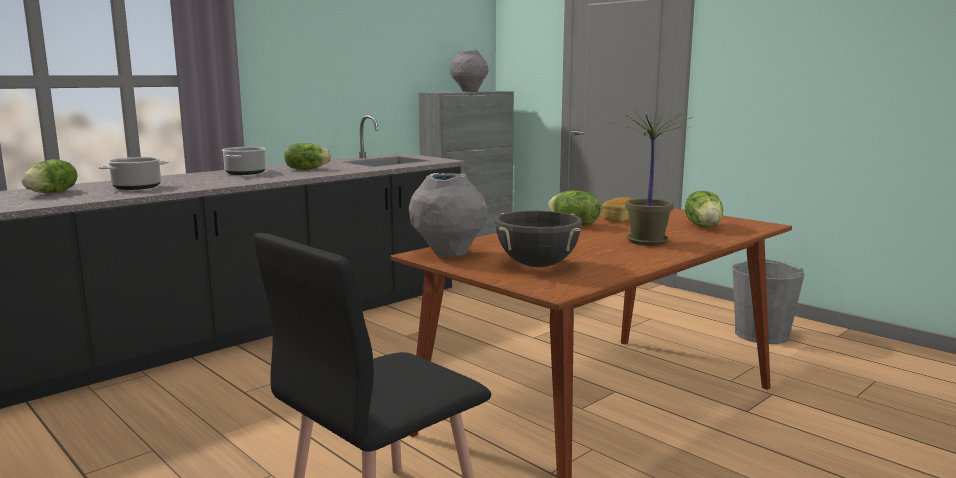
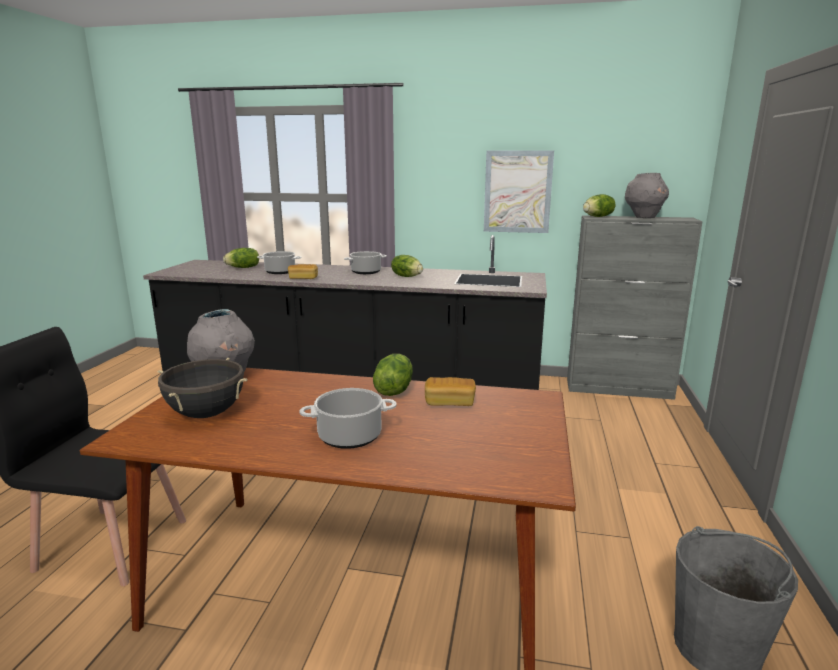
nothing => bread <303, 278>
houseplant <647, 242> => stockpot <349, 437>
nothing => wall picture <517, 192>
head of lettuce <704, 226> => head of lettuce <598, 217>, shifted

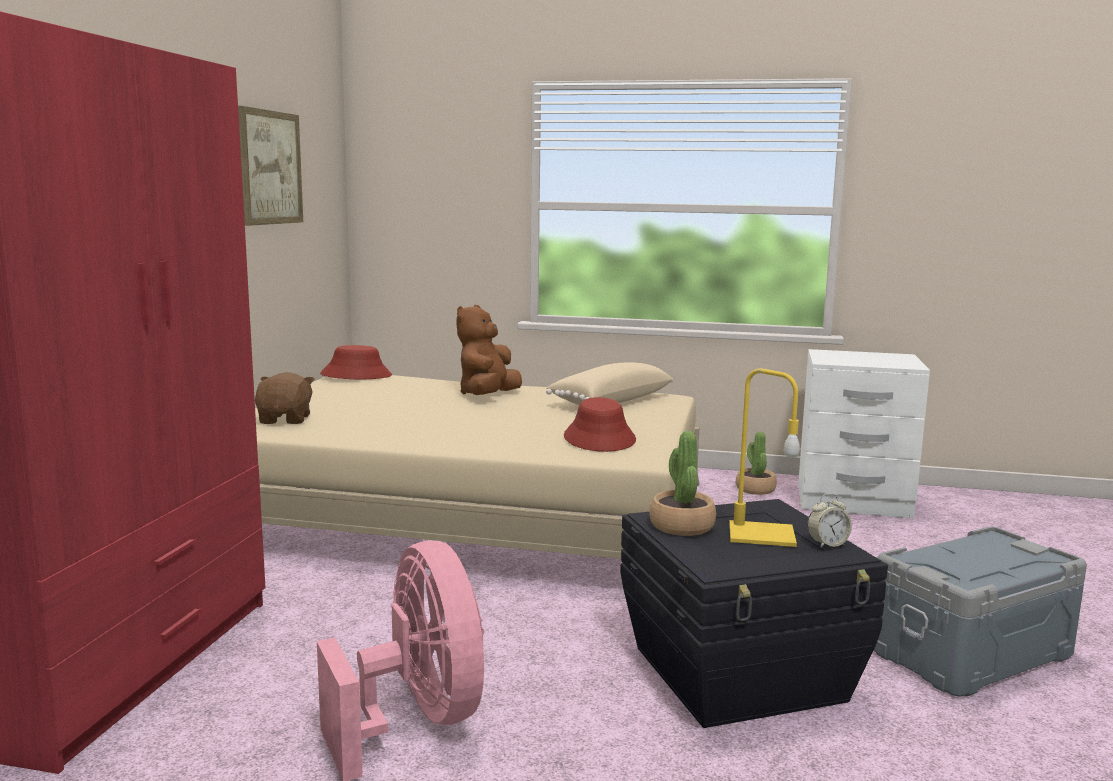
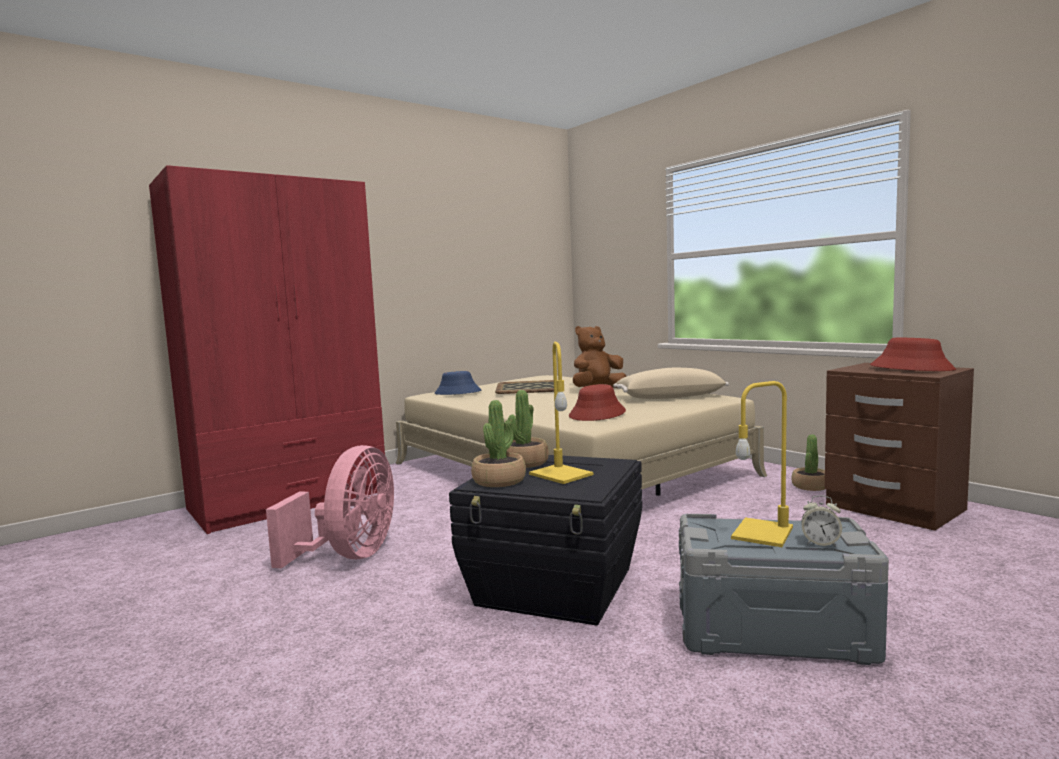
brown cuddly toy <285, 419> => blue-coloured hat <457, 393>
nothing => houseplant <499, 481>
nothing => carrying tray <528, 388>
nothing => yellow-coloured lamp for a table <762, 532>
alarm clock <827, 544> => alarm clock <820, 543>, shifted
white-coloured bedside table <853, 501> => brown bedside table <893, 508>
red-coloured hat <356, 375> => red-coloured hat <911, 368>, shifted
wall picture <271, 168> => nothing

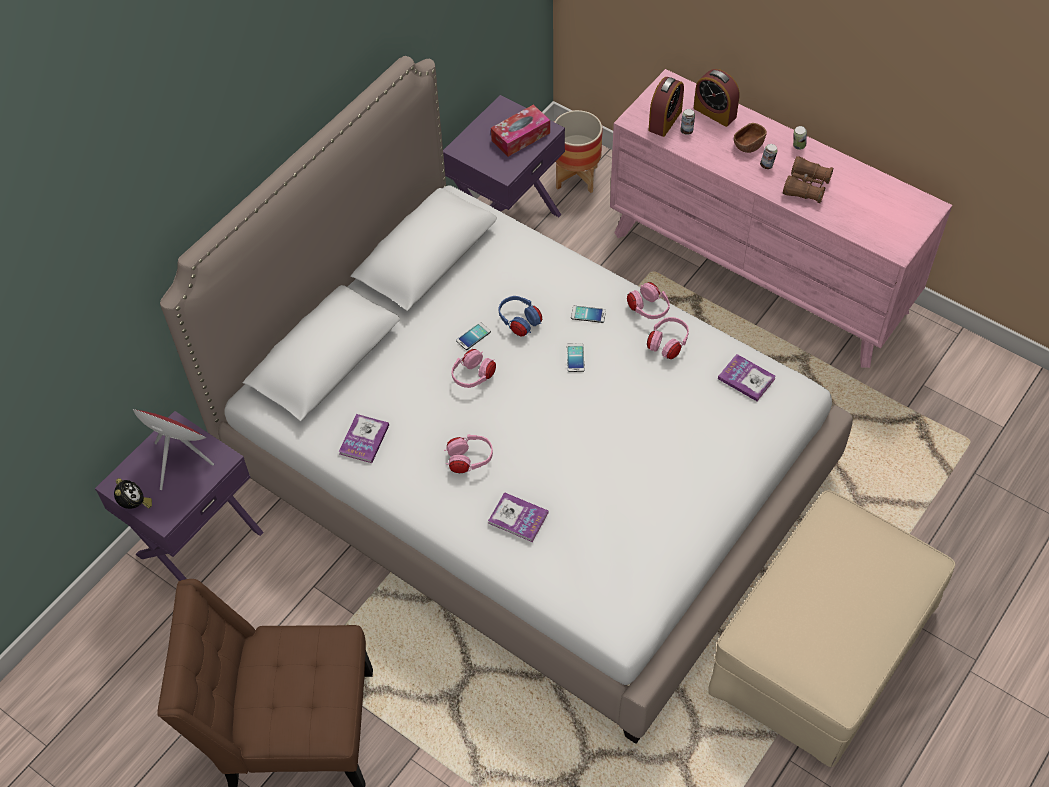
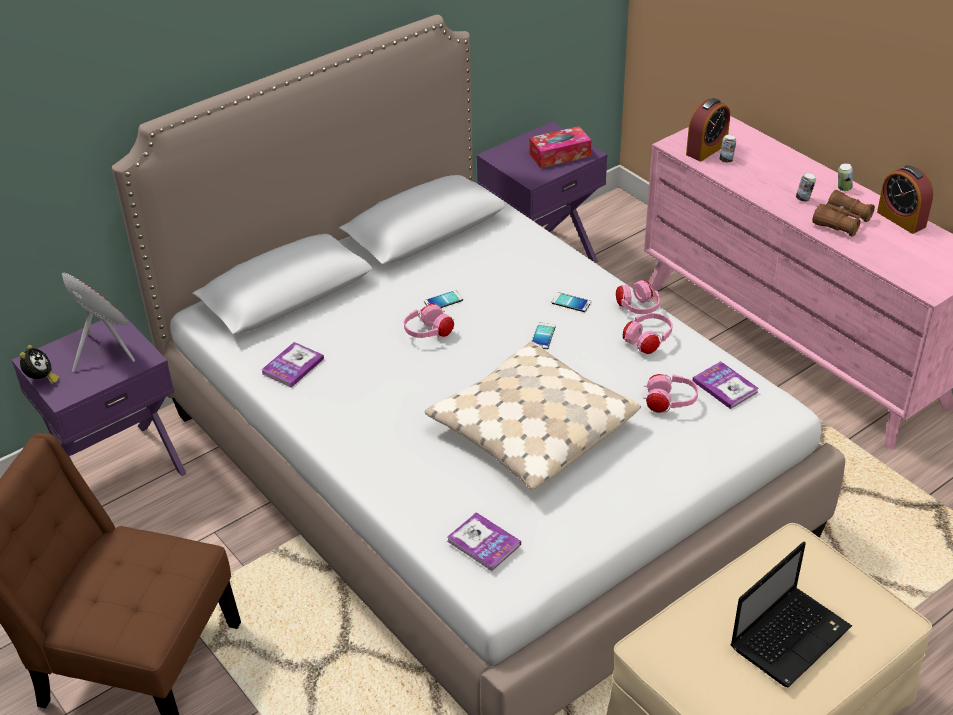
nothing => beige-coloured pillow <531, 429>
bound book <518, 518> => bound book <483, 543>, shifted
pink-coloured pair of headphones <469, 460> => pink-coloured pair of headphones <669, 403>, shifted
nothing => portable computer <791, 636>
alarm clock <714, 112> => alarm clock <901, 219>, shifted
blue-coloured pair of headphones <519, 322> => nothing
planter <576, 177> => nothing
brown serving bowl <748, 145> => nothing

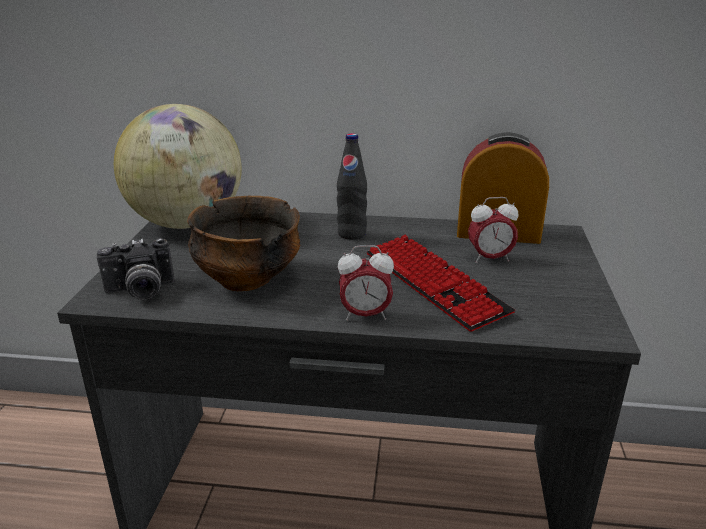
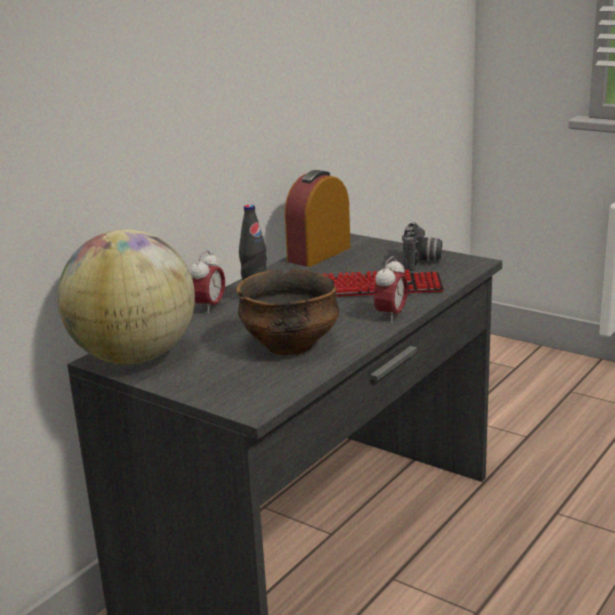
alarm clock <490, 259> => alarm clock <209, 307>, shifted
still camera <140, 291> => still camera <422, 262>, shifted

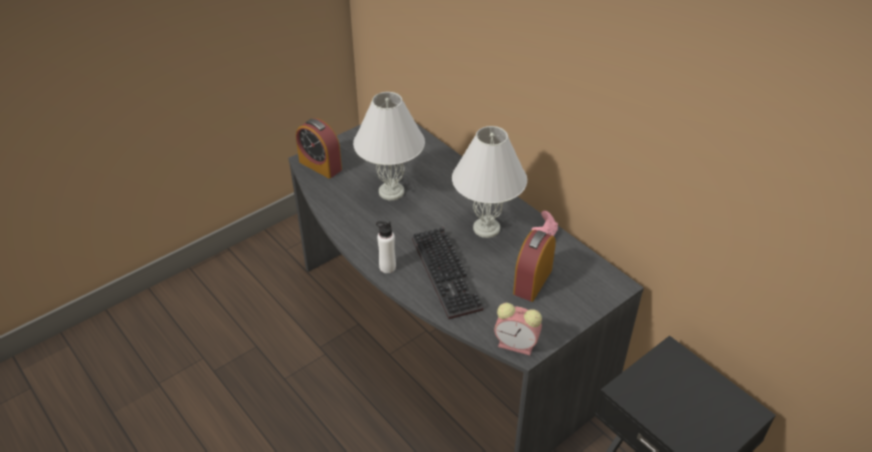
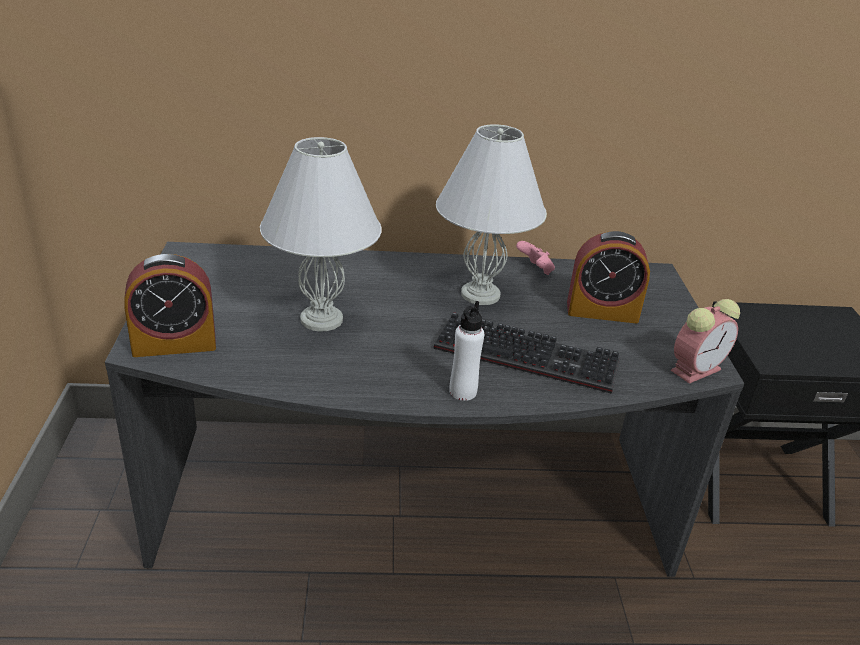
alarm clock <532, 281> => alarm clock <602, 311>, 60 degrees counterclockwise

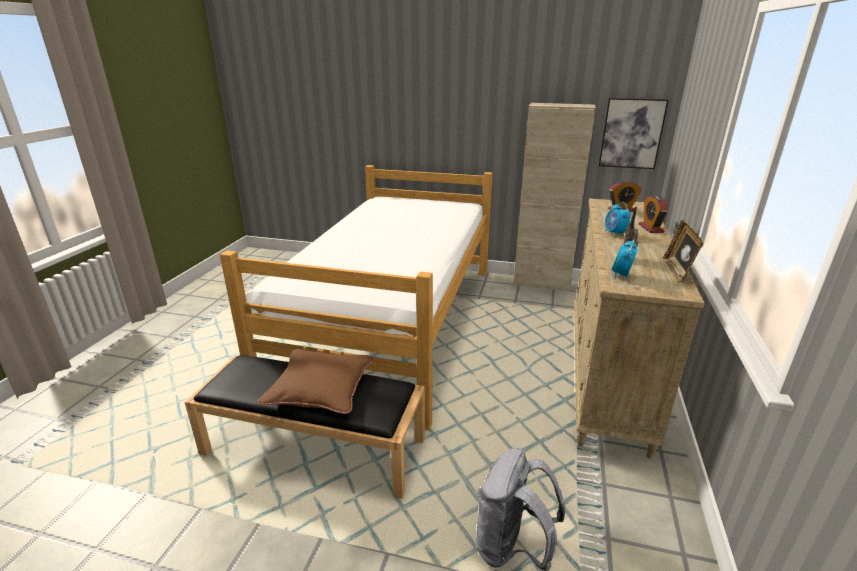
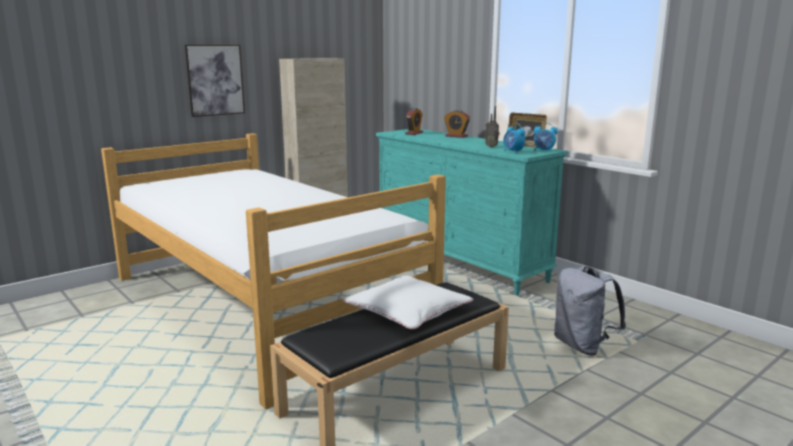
wall picture <631, 133> => wall picture <215, 80>, shifted
brown pillow <320, 387> => white-coloured pillow <408, 310>
beige-coloured drawer chest <606, 373> => turquoise drawer chest <459, 262>
alarm clock <614, 233> => alarm clock <544, 151>, shifted

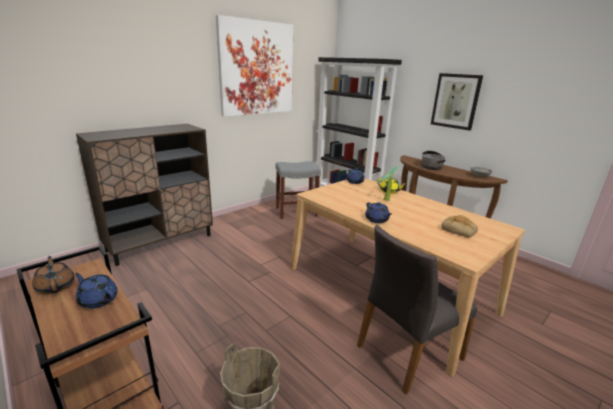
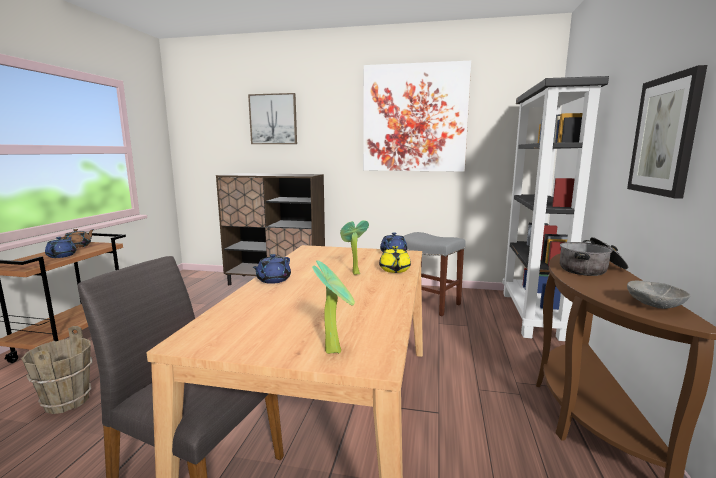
nothing => wall picture <273, 119>
nothing => houseplant <335, 350>
bread <459, 230> => nothing

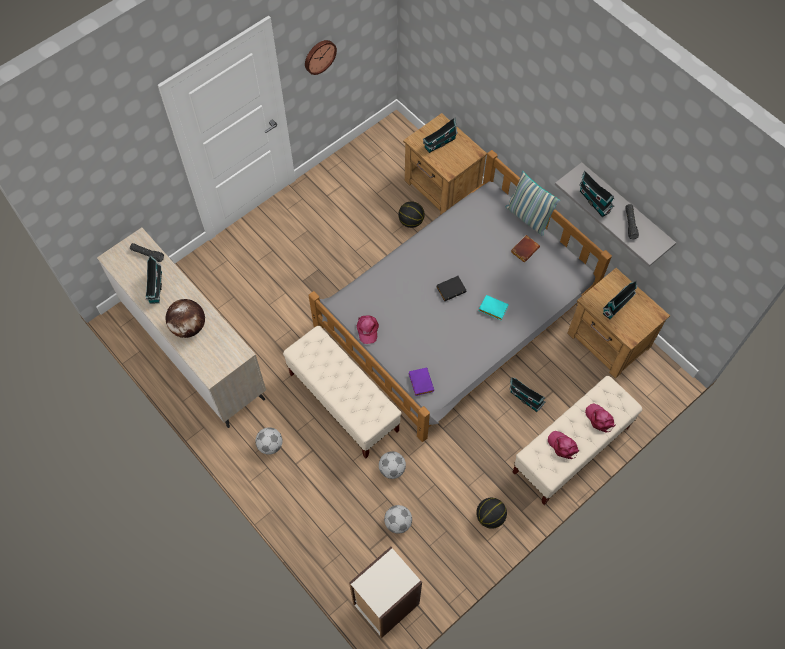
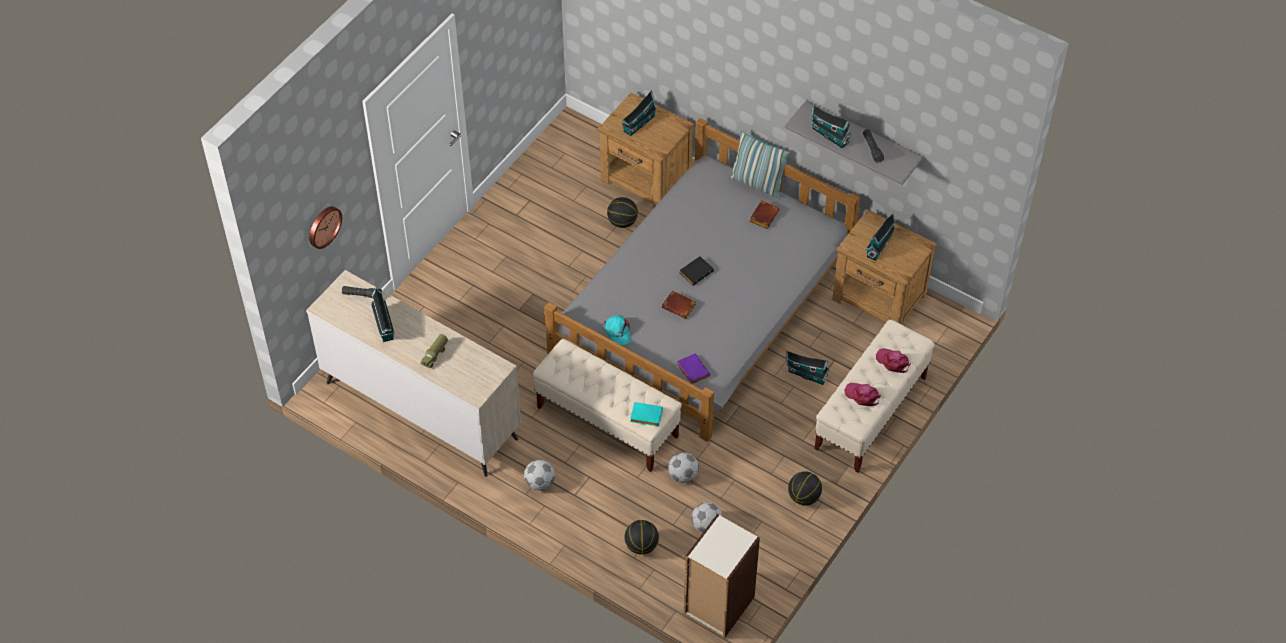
clock on the wall <319, 56> => clock on the wall <323, 226>, shifted
world globe <189, 327> => model truck <435, 355>
pink-coloured baseball cap <367, 329> => turquoise baseball cap <617, 331>
nothing => basketball ball <641, 546>
turquoise bound book <492, 309> => turquoise bound book <645, 416>, shifted
nothing => brown bound book <680, 306>

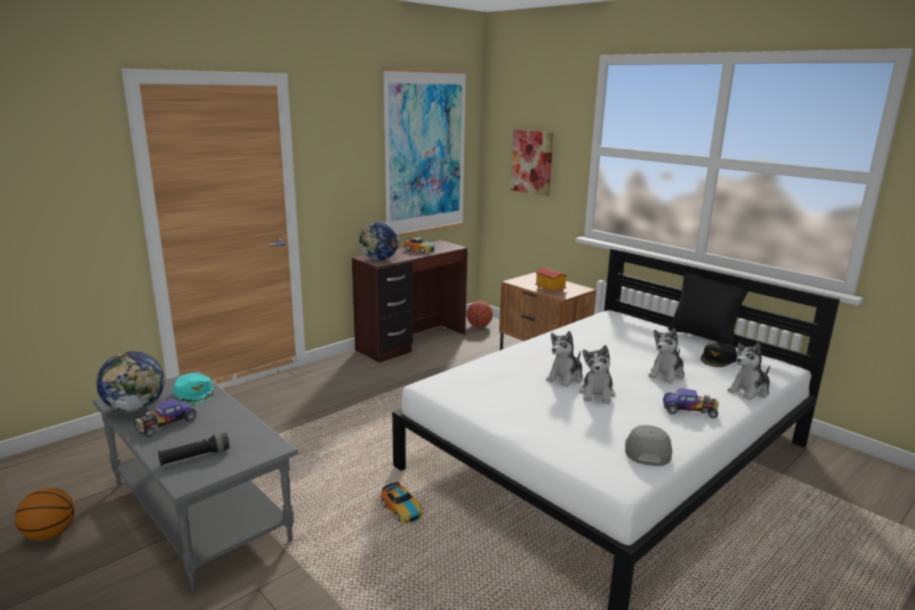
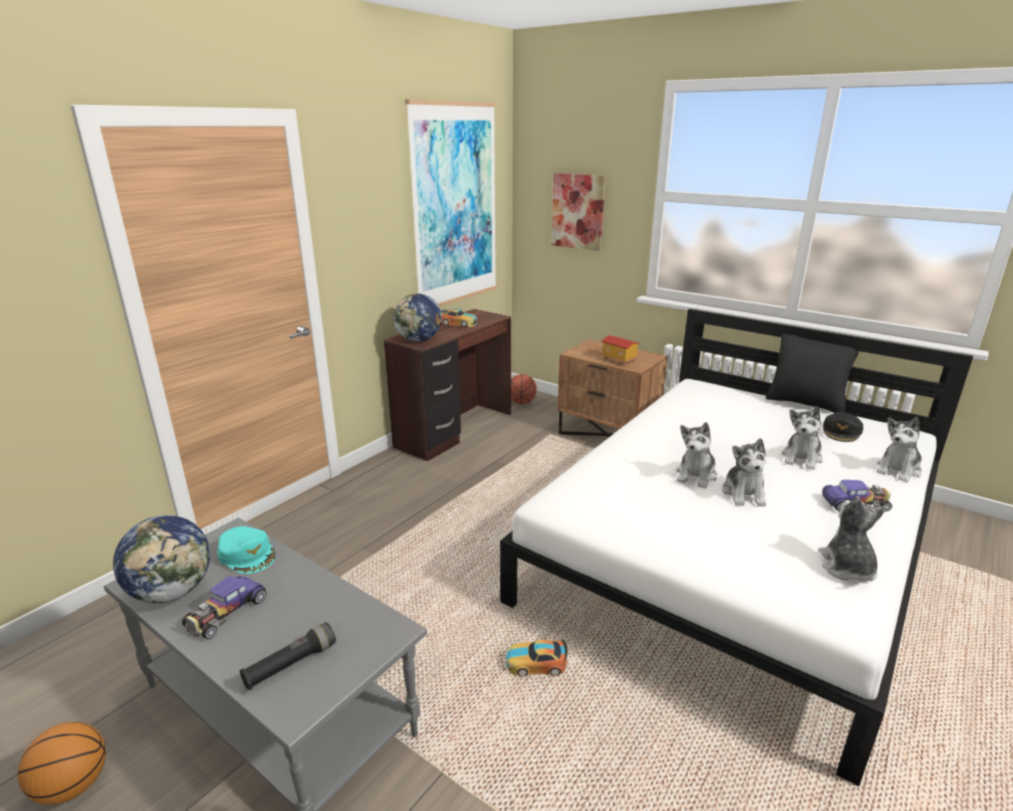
miniature car <402, 509> => miniature car <536, 663>, 135 degrees clockwise
gray baseball cap <647, 450> => cuddly toy <847, 568>

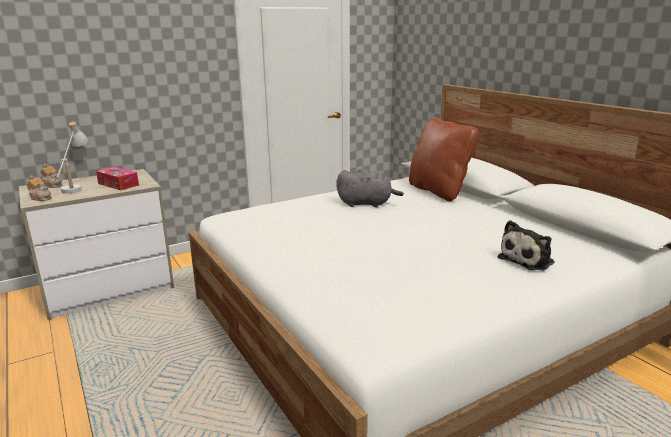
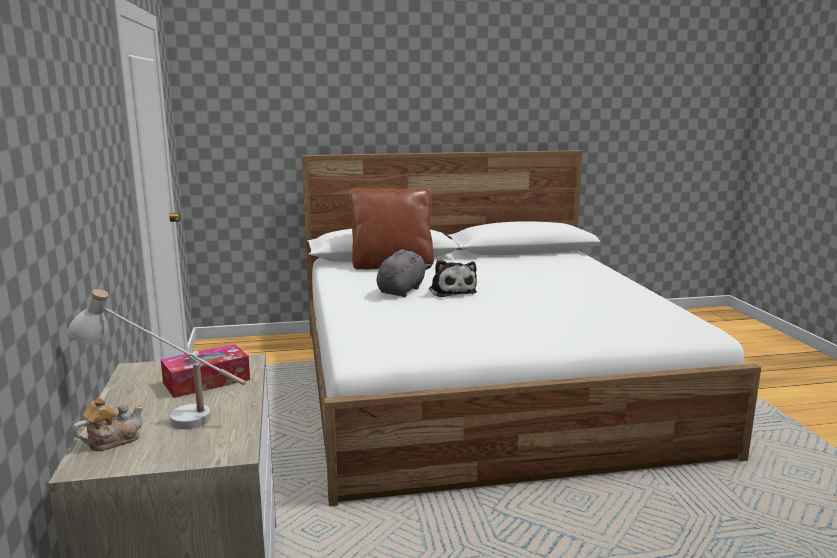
cuddly toy <528, 260> => cuddly toy <451, 291>, shifted
tea pot <41, 198> => nothing

